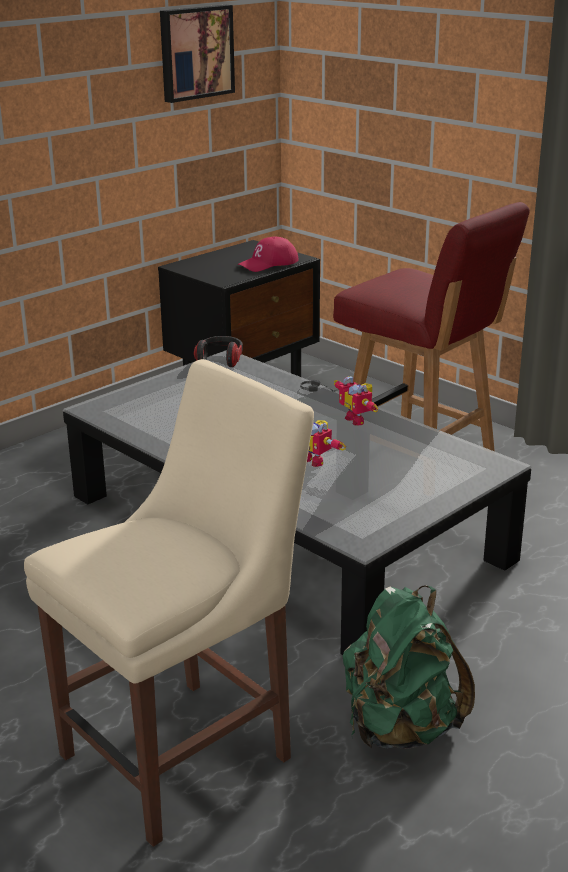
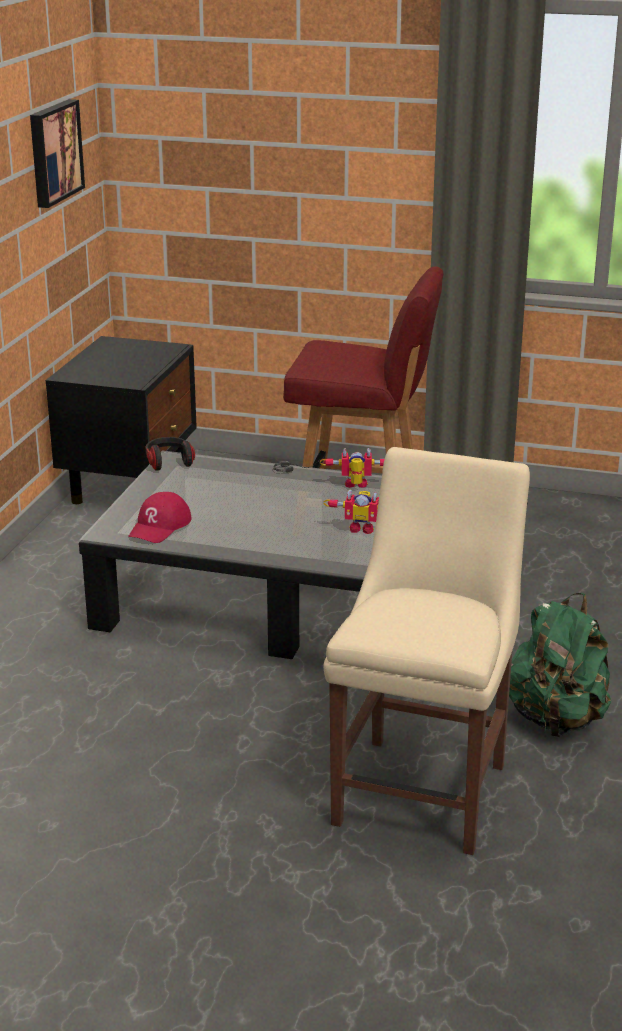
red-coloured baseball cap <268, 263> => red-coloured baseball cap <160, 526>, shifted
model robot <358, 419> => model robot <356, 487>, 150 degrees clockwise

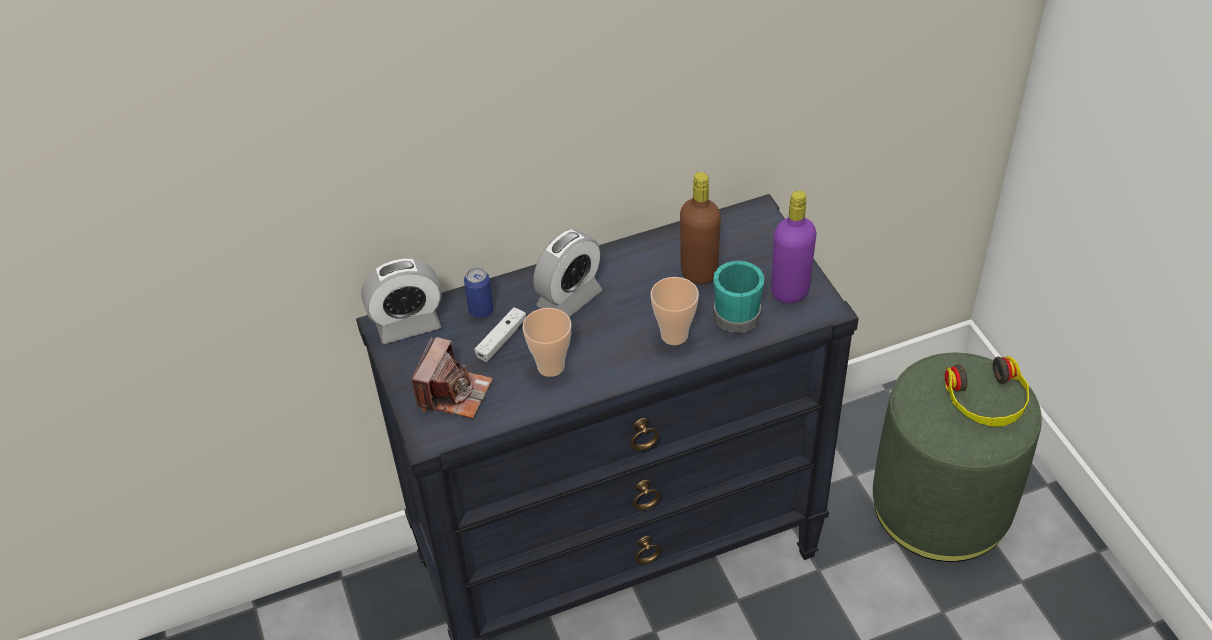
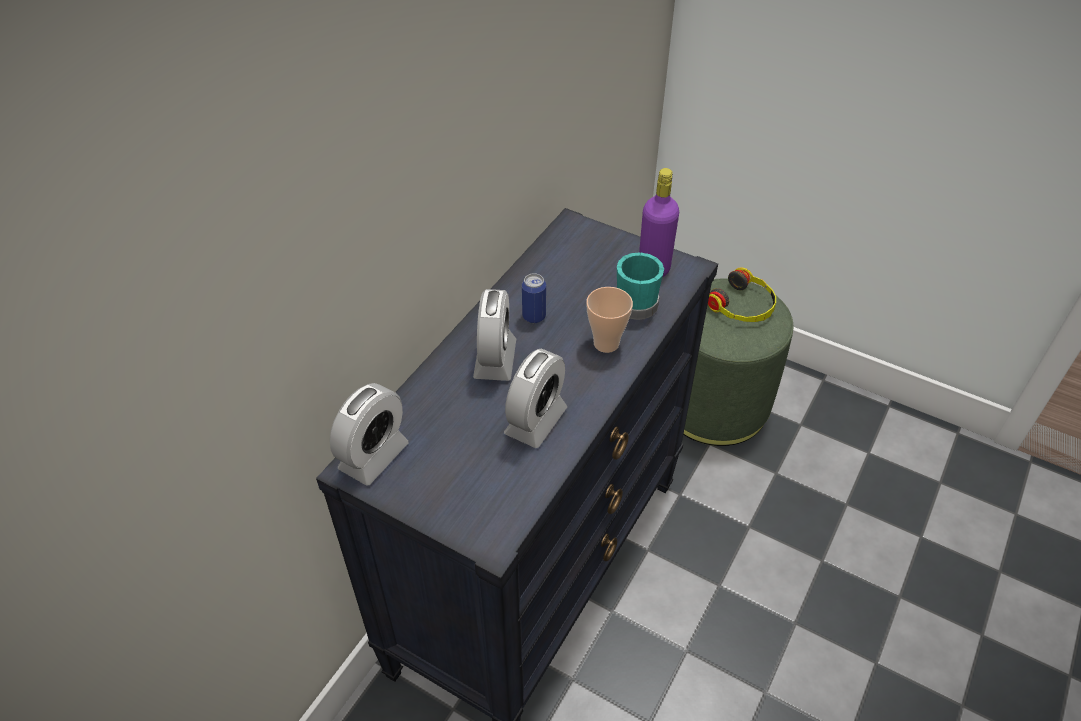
drinking cup <551, 366> => alarm clock <536, 421>
metal can <481, 310> => metal can <534, 316>, shifted
still camera <454, 393> => nothing
white-coloured game controller <501, 340> => nothing
brown bottle <699, 273> => nothing

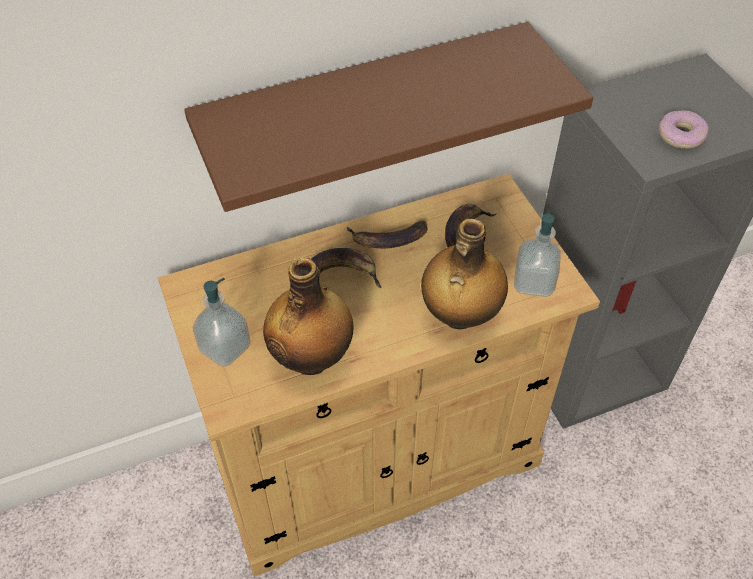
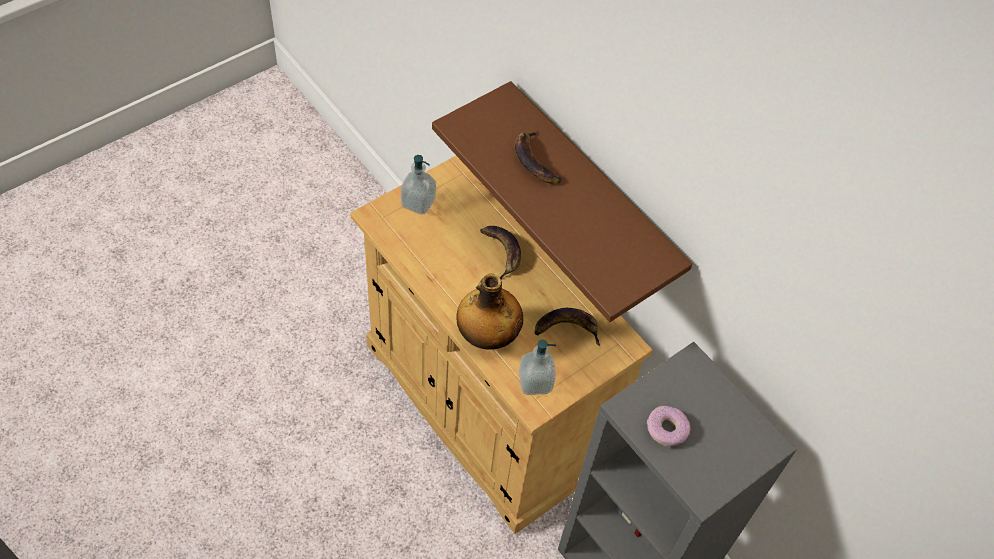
banana <388, 239> => banana <534, 161>, shifted
bottle <312, 357> => nothing

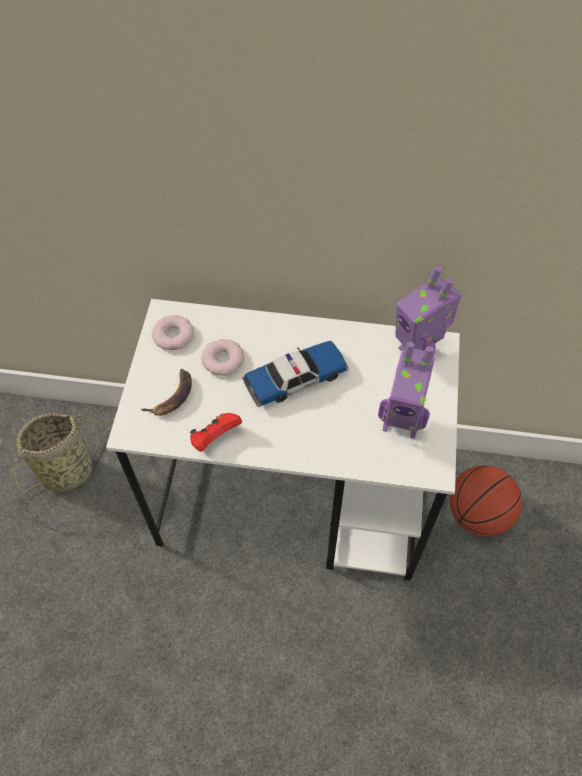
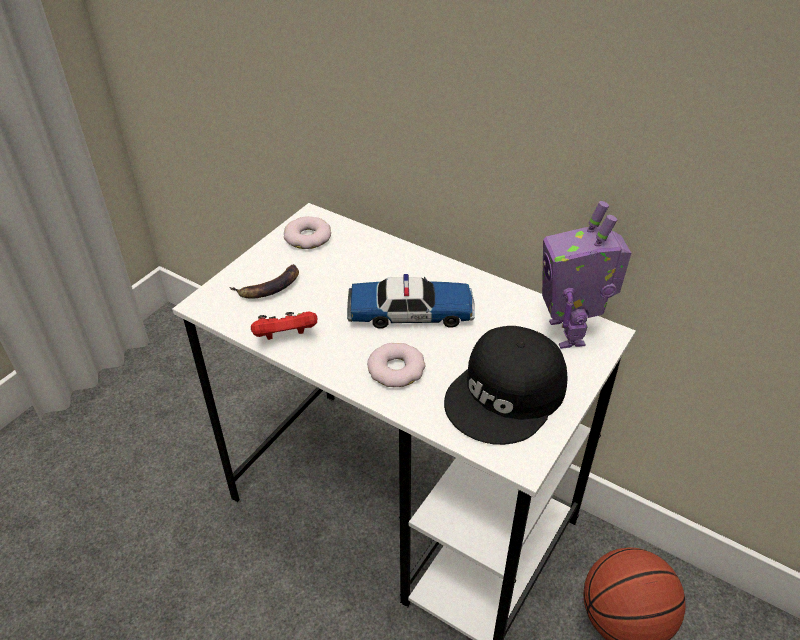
donut <223, 360> => donut <396, 369>, shifted
model robot <401, 423> => black-coloured baseball cap <507, 395>
basket <71, 470> => nothing

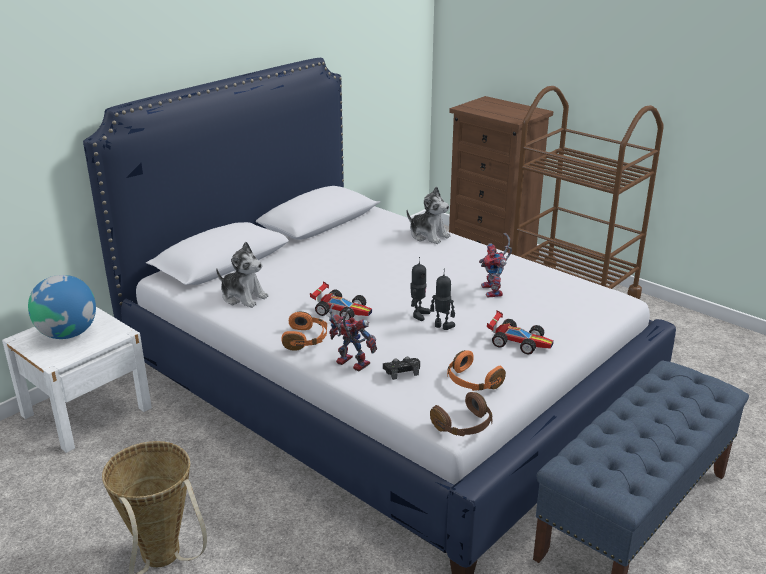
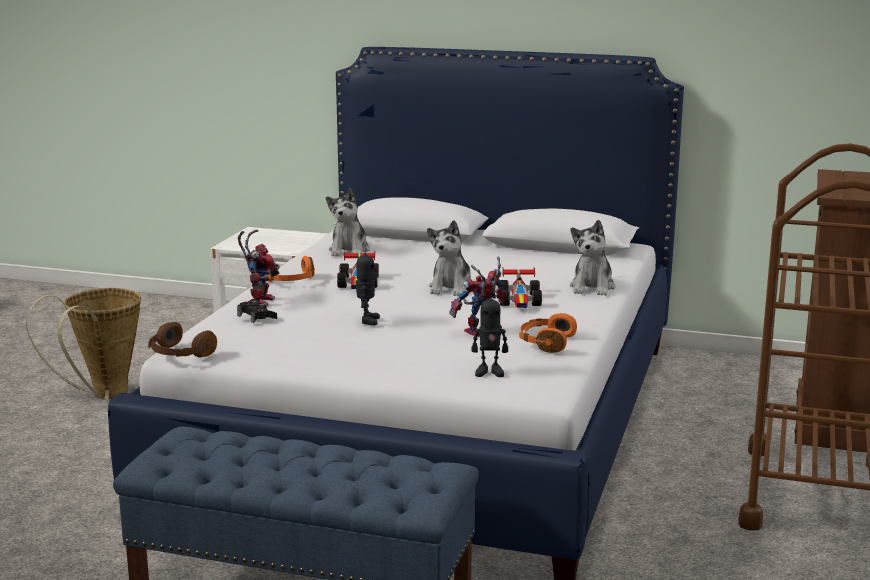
nothing => cuddly toy <451, 288>
model robot <418, 314> => model robot <489, 372>, shifted
miniature car <518, 341> => miniature car <521, 300>, shifted
orange pair of headphones <472, 382> => orange pair of headphones <546, 343>, shifted
world globe <67, 333> => nothing

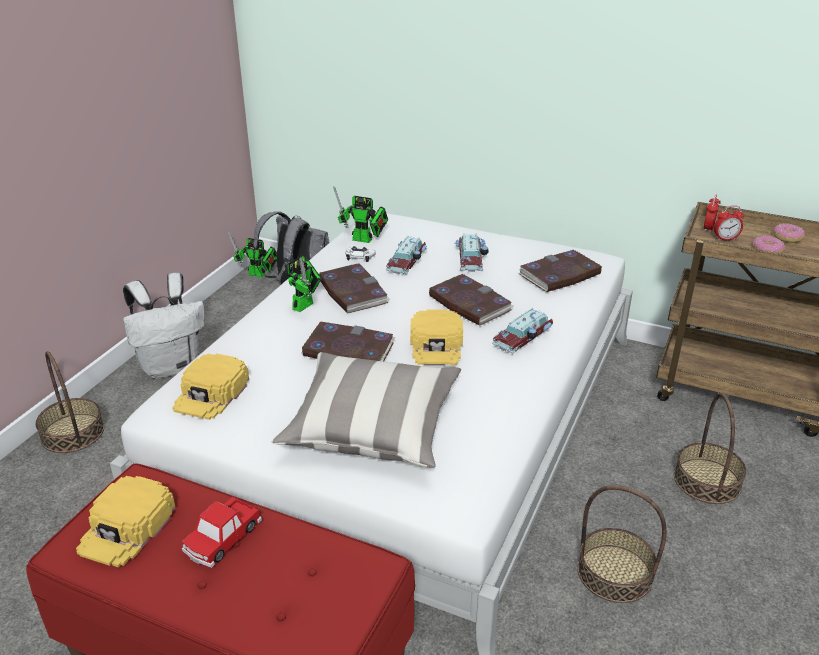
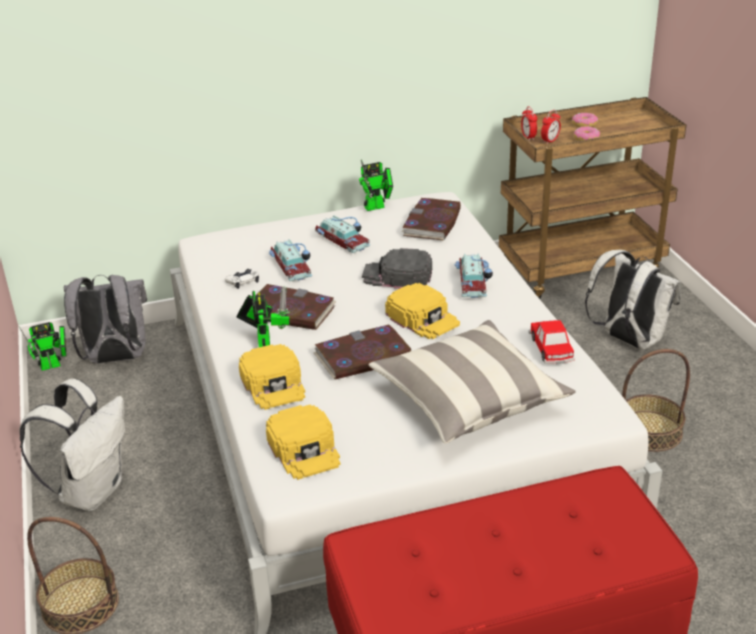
yellow-coloured baseball cap <127, 527> => yellow-coloured baseball cap <274, 383>, shifted
model robot <365, 240> => model robot <377, 206>, shifted
bound book <469, 303> => black-coloured baseball cap <397, 276>
miniature car <222, 538> => miniature car <551, 348>, shifted
basket <706, 481> => white-coloured rucksack <628, 340>

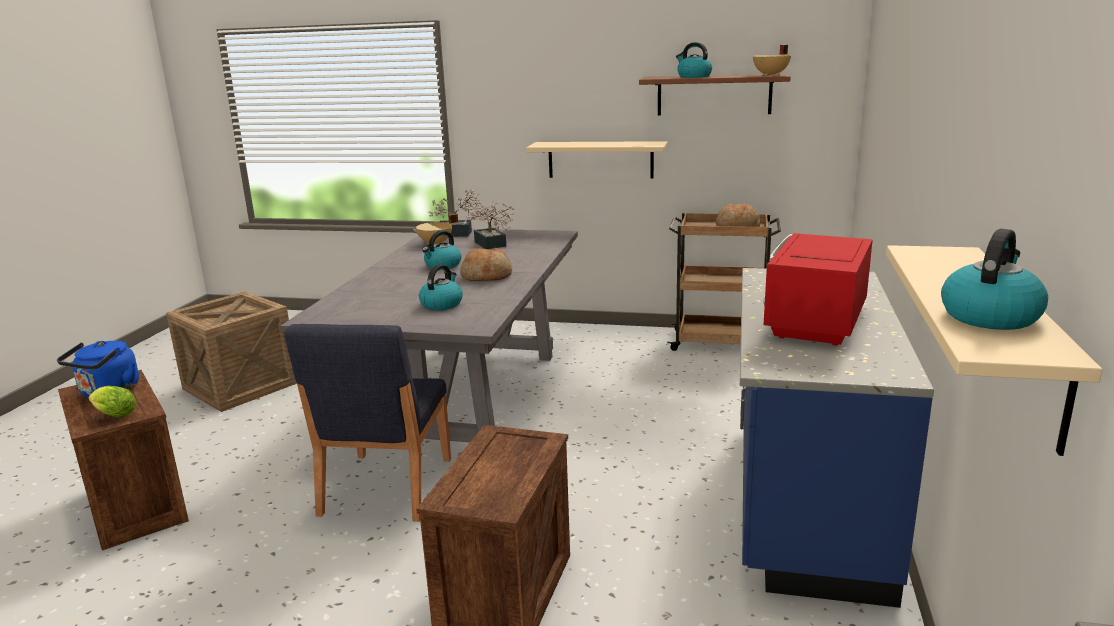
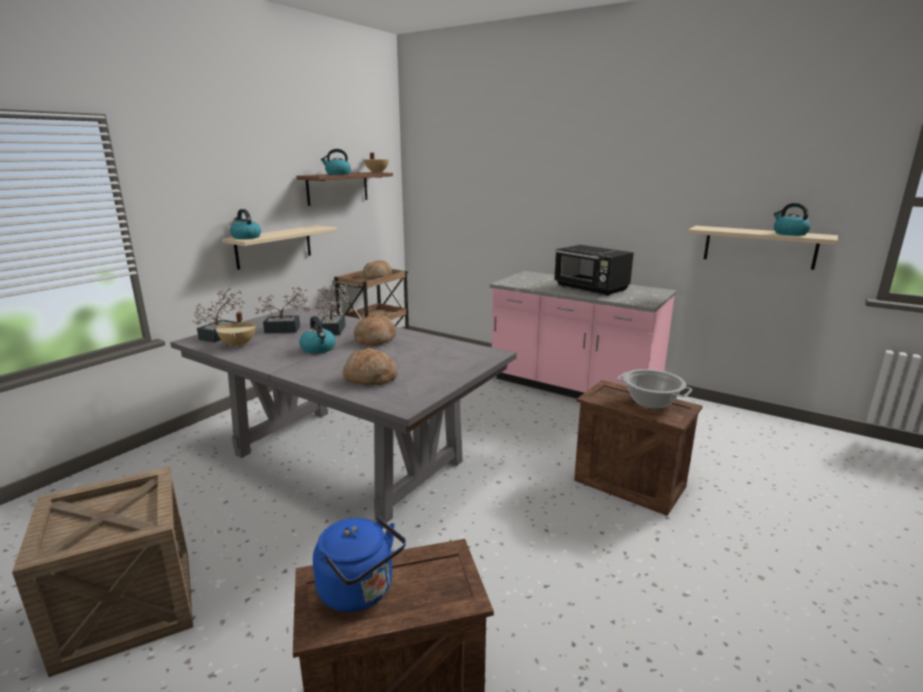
tea kettle <442, 304> => tea kettle <246, 237>, shifted
nothing => houseplant <334, 328>
nothing => bread <370, 378>
blue-coloured kitchen base unit <803, 500> => pink-coloured kitchen base unit <573, 388>
red-coloured kitchen microwave <814, 323> => black-coloured kitchen microwave <591, 288>
nothing => stockpot <651, 402>
head of lettuce <113, 415> => nothing
blue-coloured plain chair <385, 487> => nothing

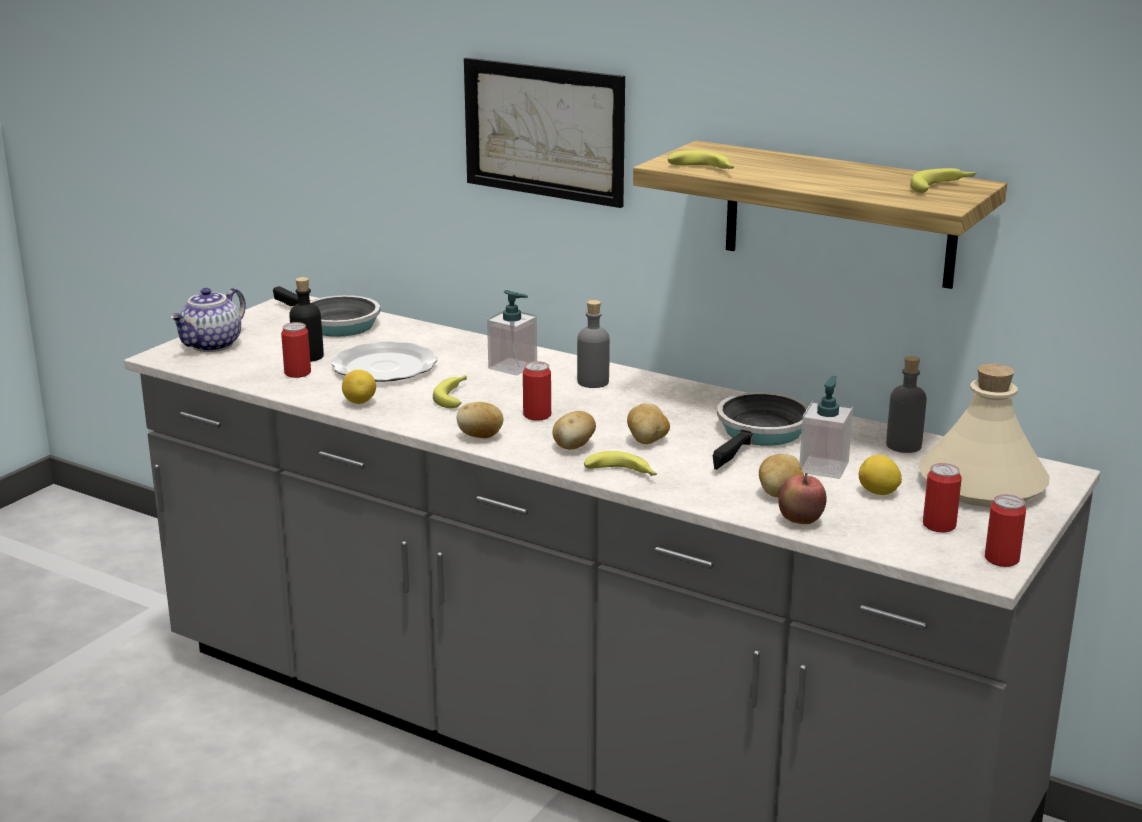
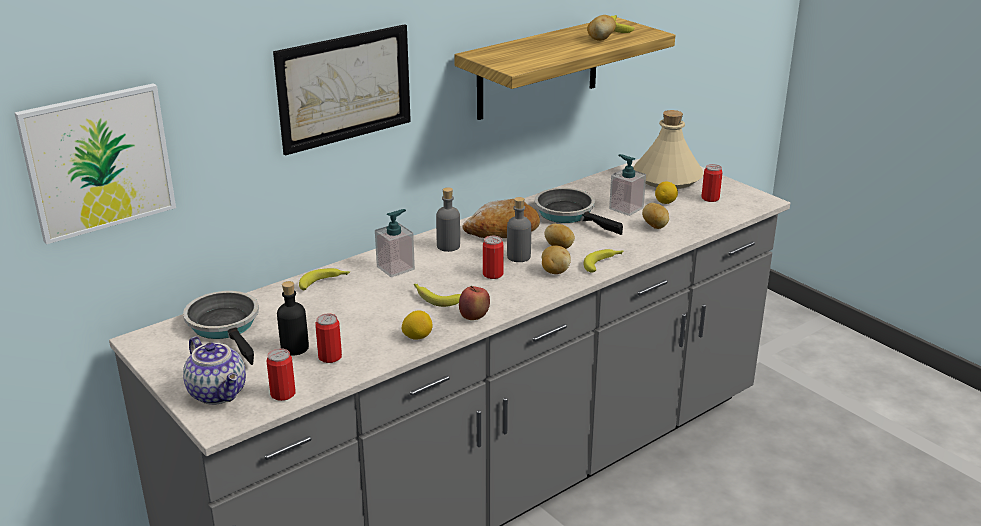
nothing => wall picture <98, 161>
pan <334, 323> => pan <226, 326>, 90 degrees counterclockwise
metal can <1001, 559> => metal can <283, 394>, shifted
banana <704, 170> => banana <324, 282>, shifted
whole apple <800, 522> => whole apple <474, 317>, shifted
nothing => bread <503, 230>
gray bottle <903, 445> => gray bottle <518, 256>, shifted
whole potato <480, 436> => whole potato <601, 40>, shifted
dinner plate <383, 367> => nothing

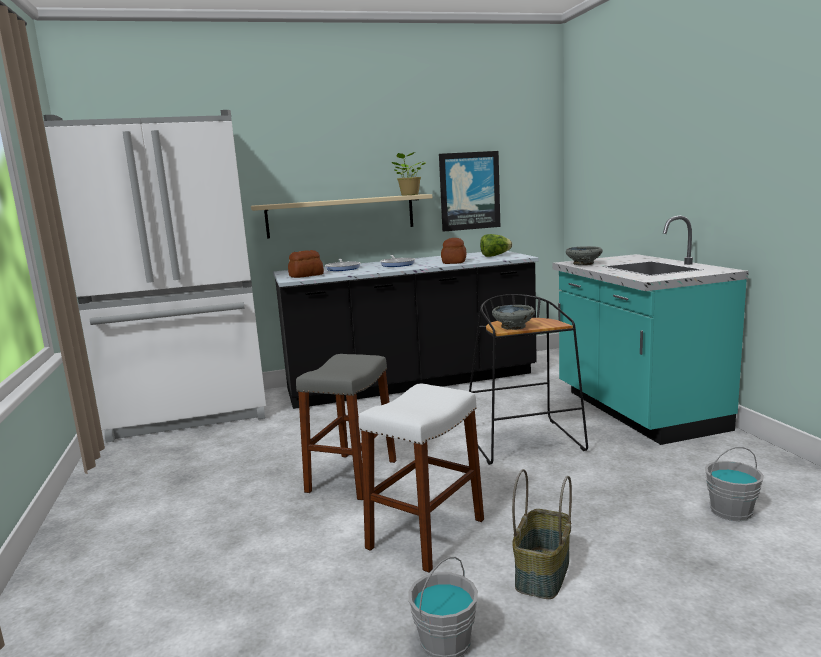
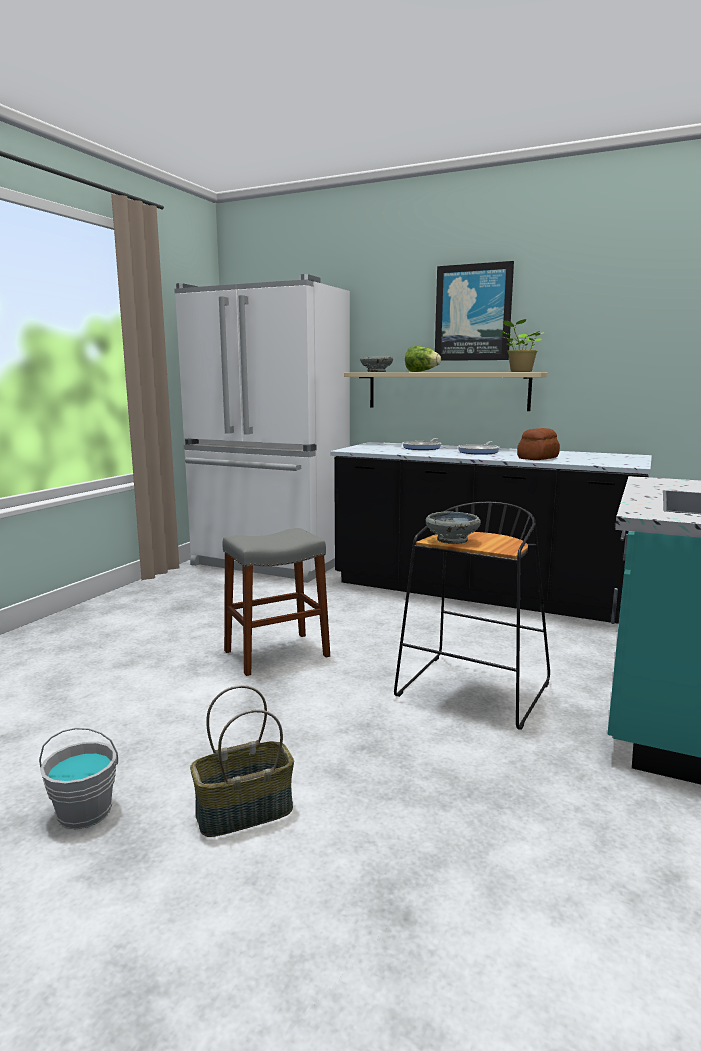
gray serving bowl <583, 264> => gray serving bowl <376, 372>, shifted
head of lettuce <495, 256> => head of lettuce <421, 372>, shifted
wall picture <469, 191> => wall picture <473, 313>, shifted
bread <305, 275> => nothing
white-coloured sitting stool <426, 534> => nothing
gray pail <731, 511> => nothing

